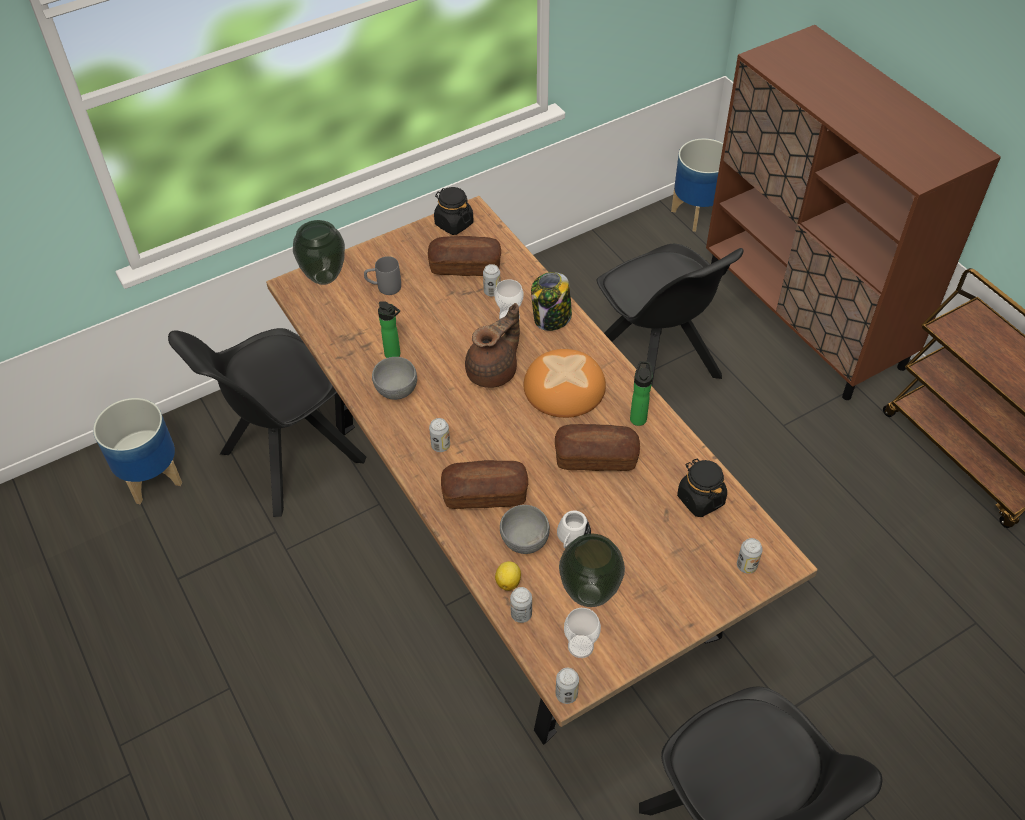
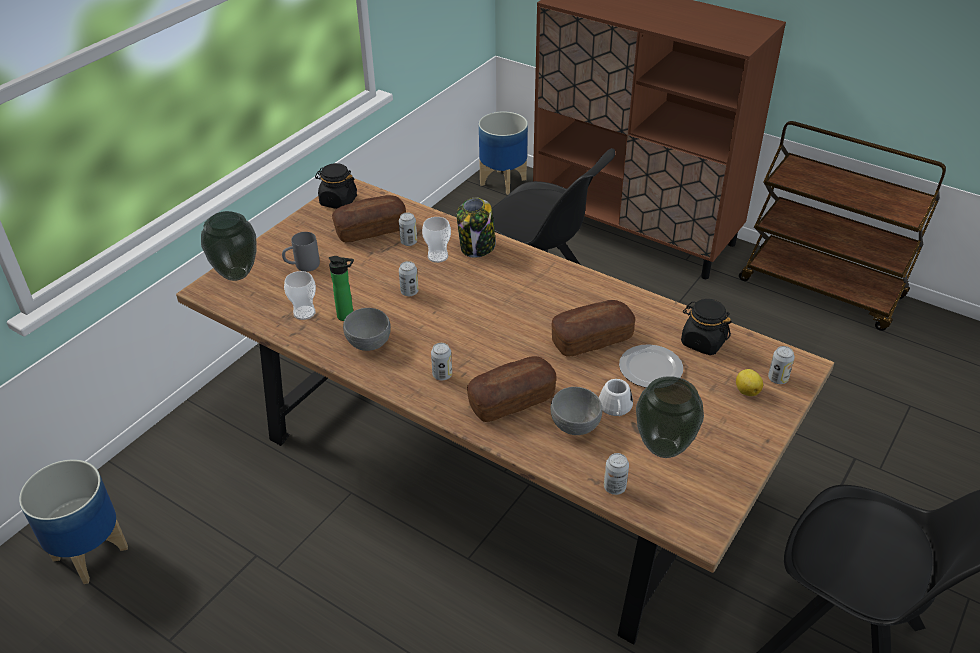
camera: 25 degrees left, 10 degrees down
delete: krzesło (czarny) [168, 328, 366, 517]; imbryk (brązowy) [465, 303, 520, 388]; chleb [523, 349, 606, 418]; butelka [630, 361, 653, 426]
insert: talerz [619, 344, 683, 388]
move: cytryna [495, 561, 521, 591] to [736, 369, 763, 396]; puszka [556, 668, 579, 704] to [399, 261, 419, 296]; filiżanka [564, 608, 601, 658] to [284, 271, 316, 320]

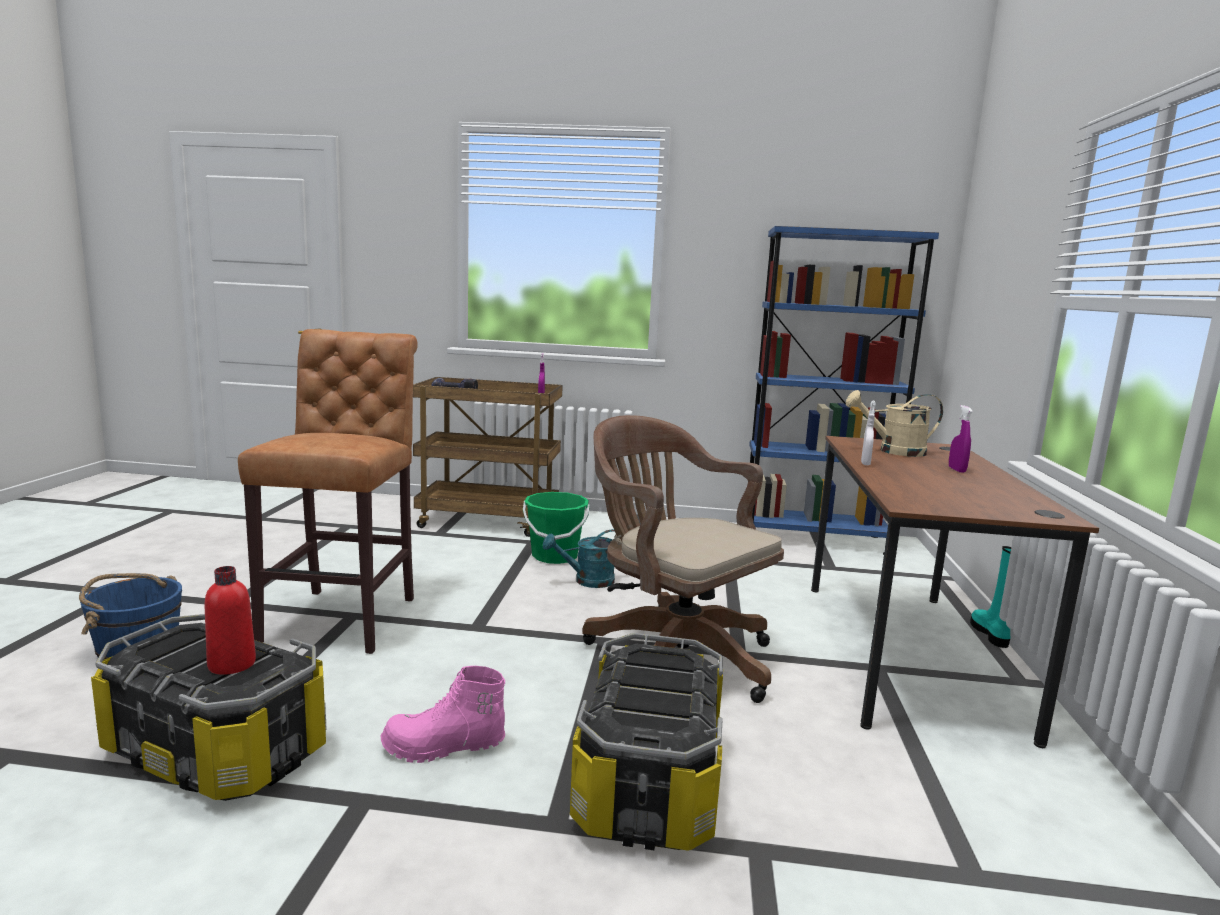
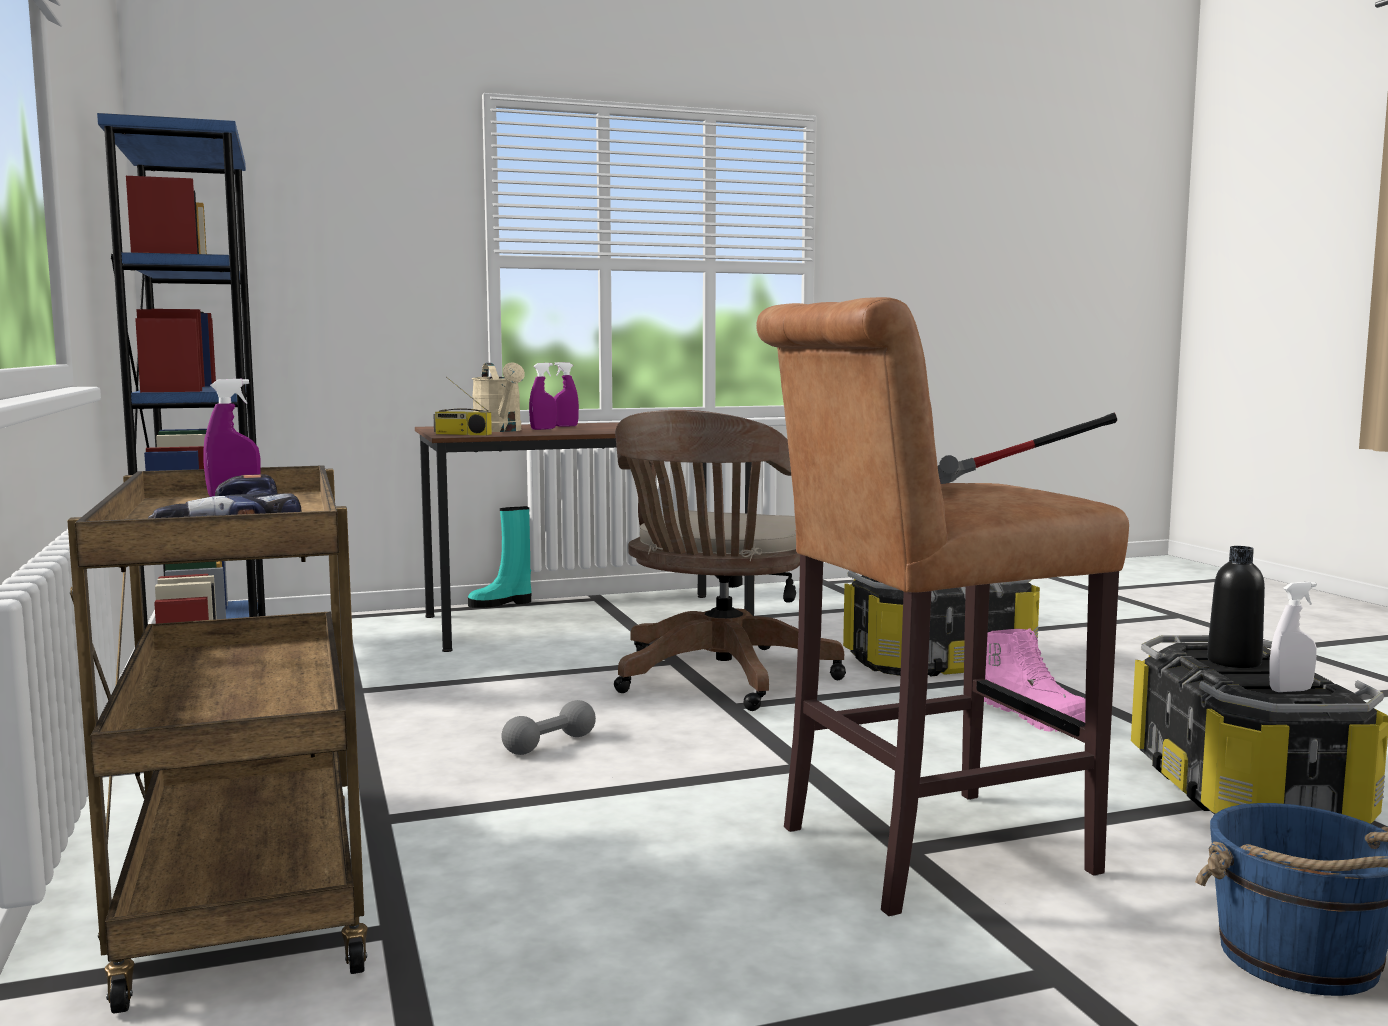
camera: 115 degrees left, 5 degrees down
delete: wiadro (zielony) [523, 492, 590, 564]
insert: radio [433, 377, 492, 436]; spryskiwacz (fioletowy) [529, 363, 557, 430]; młotek [938, 413, 1117, 484]
move: spryskiwacz (biały) [861, 400, 876, 465] to [1269, 582, 1317, 692]
replace: konewka (turkusowy) [543, 529, 615, 588] to hantel (szary) [501, 700, 596, 755]
recolor: butelka (czerwony) [204, 566, 256, 675] to butelka (czarny) [1207, 546, 1265, 668]

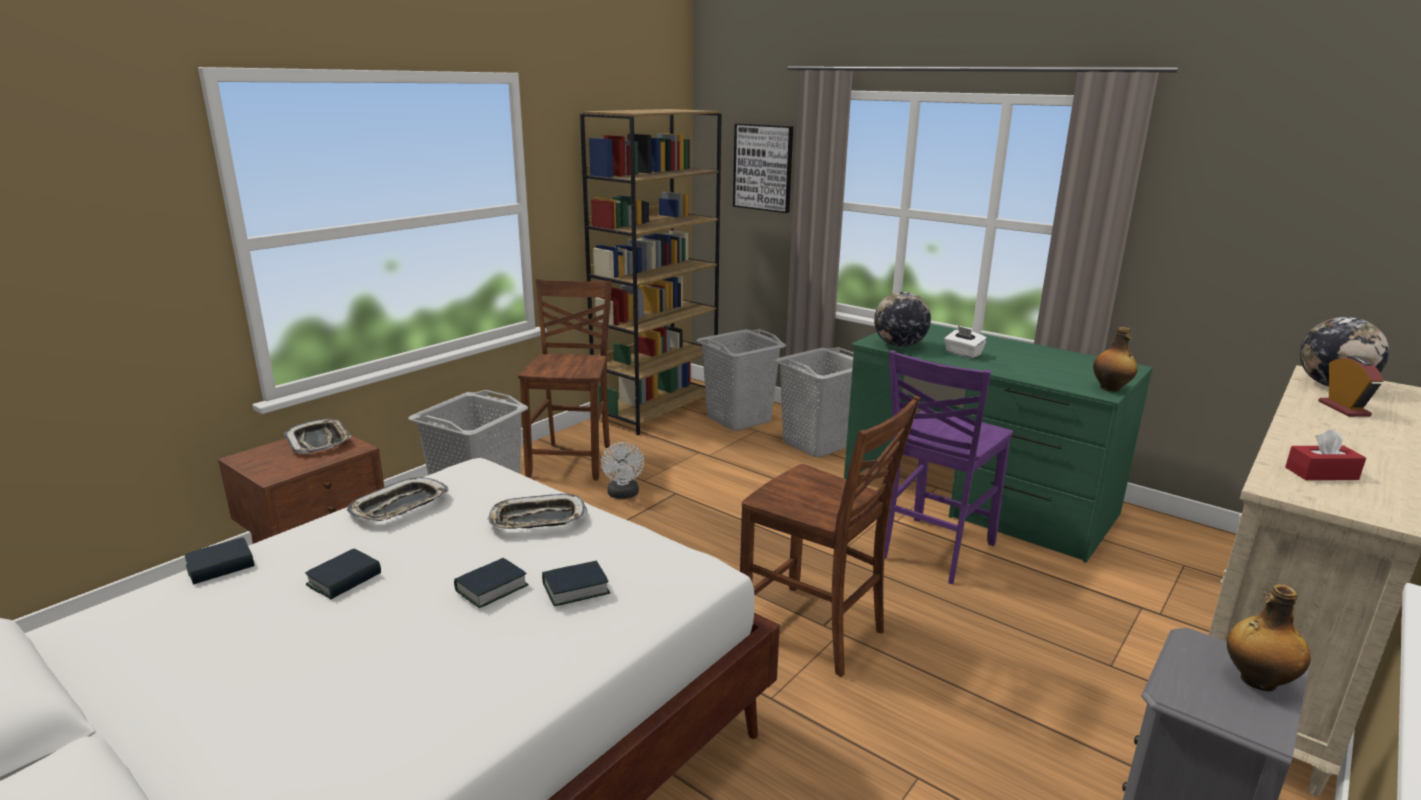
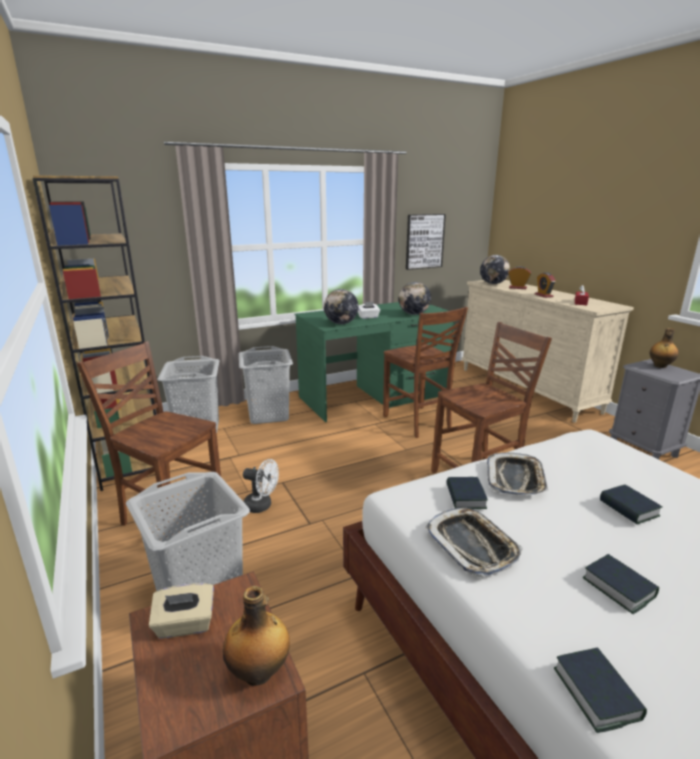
camera: 65 degrees left, 0 degrees up
insert: globus [399, 282, 431, 315]; budzik [535, 272, 556, 298]
move: książka [542, 560, 610, 606] to [447, 477, 488, 509]; obraz [733, 124, 793, 213] to [406, 214, 446, 270]; butelka [1093, 327, 1138, 392] to [223, 586, 290, 686]
replace: taca [285, 418, 352, 454] to pudełko chusteczek (beżowy) [149, 583, 214, 639]
recolor: krzesło (fioletowy) [884, 350, 1013, 584] to krzesło (brązowy) [383, 307, 468, 438]

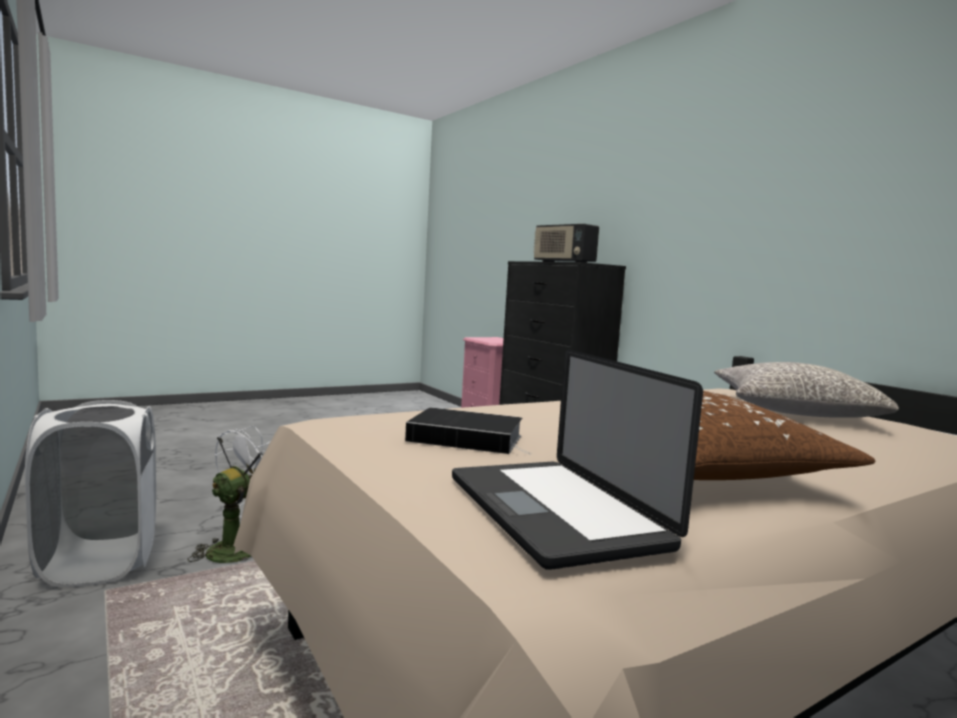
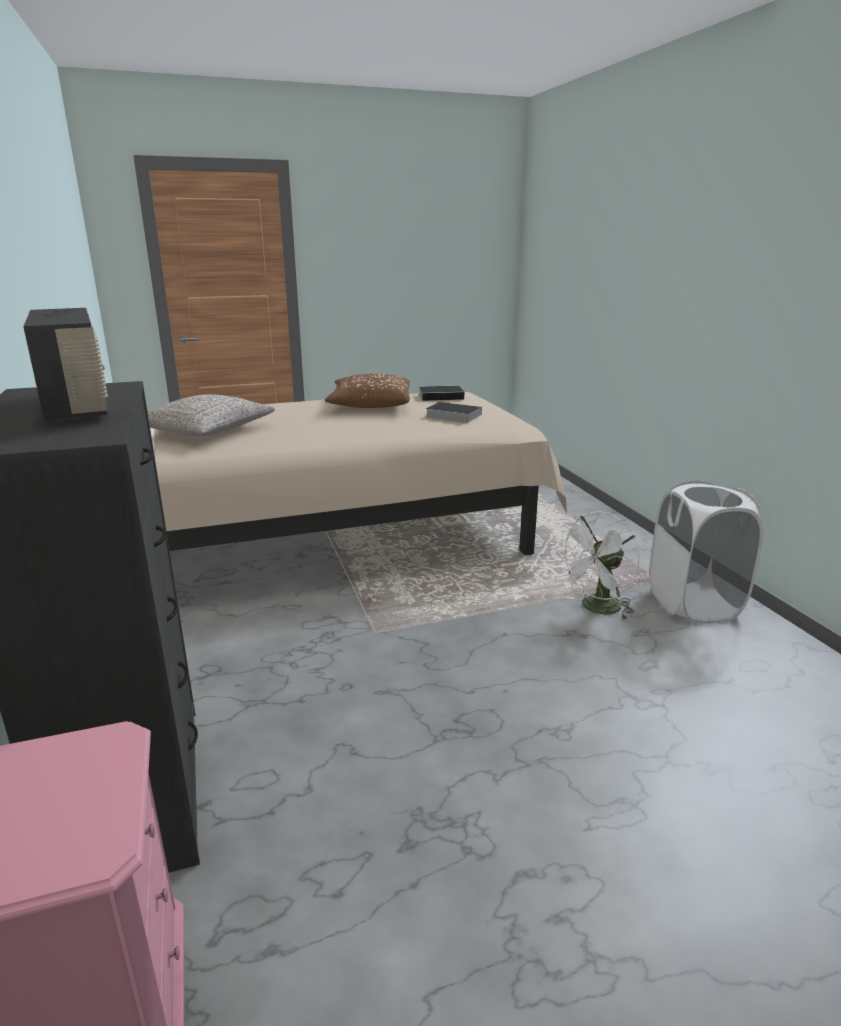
camera: 165 degrees left, 15 degrees up
replace: laptop [452, 349, 703, 570] to książka [419, 386, 469, 401]

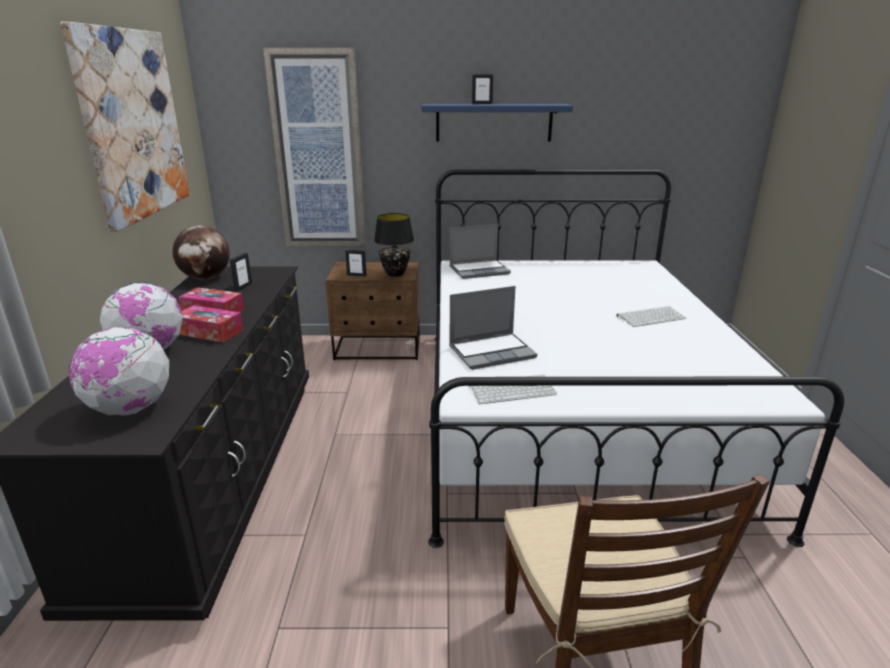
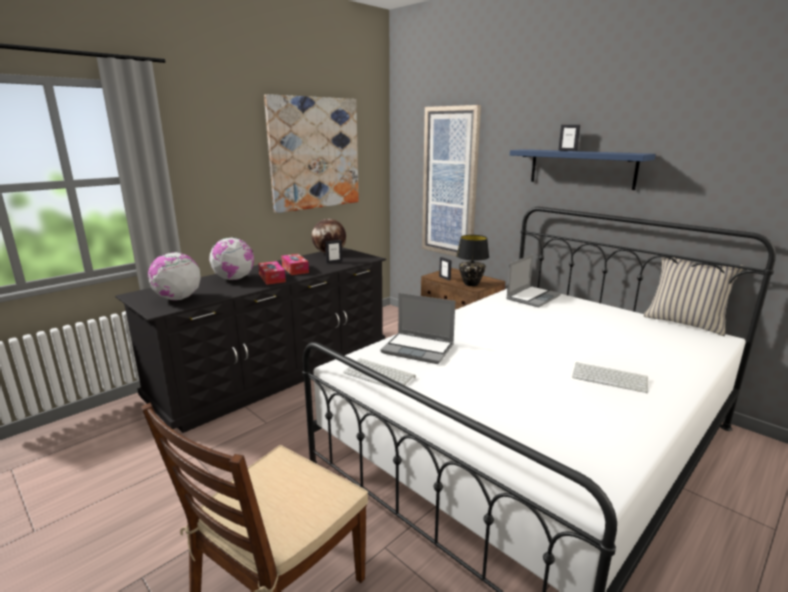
camera: 45 degrees right, 5 degrees down
insert: poduszka (beżowy) [643, 257, 744, 336]
rotate: laptop [449, 224, 511, 279] = [506, 254, 561, 308] 75 degrees counterclockwise

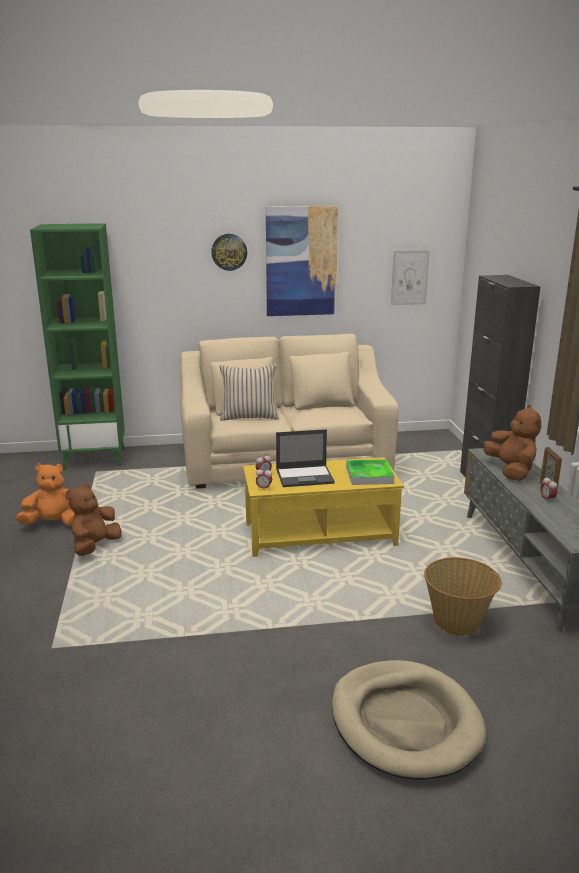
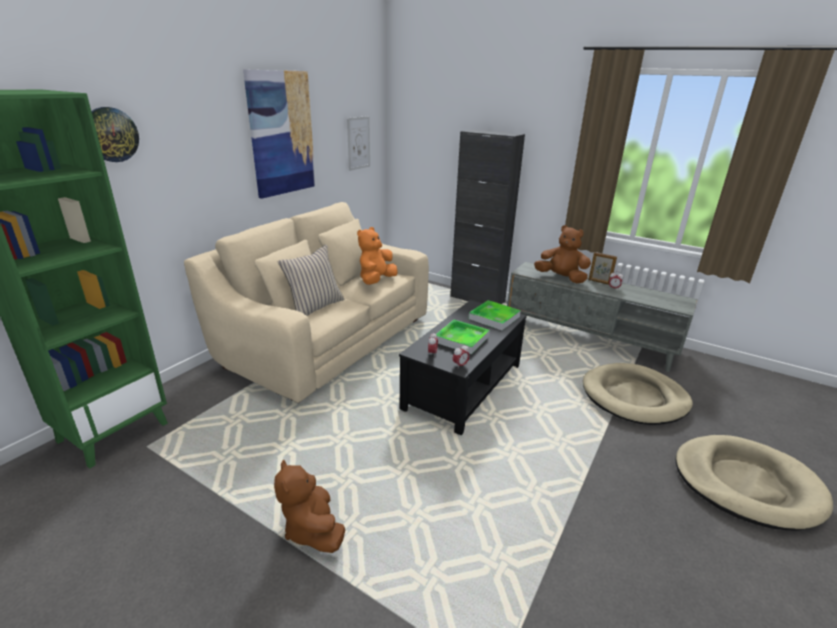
camera: 50 degrees left, 5 degrees up
move: pluszak (pomarańczowy) [16, 463, 75, 526] to [357, 227, 398, 285]; zegar ścienny [211, 234, 247, 271] to [91, 107, 139, 162]
replace: laptop [276, 429, 335, 487] to taca [436, 320, 490, 354]; koszyk [424, 557, 502, 636] to legowisko (beżowy) [583, 363, 693, 425]
recolor: ława (żółty) [243, 457, 404, 557] to ława (czarny) [399, 300, 527, 435]

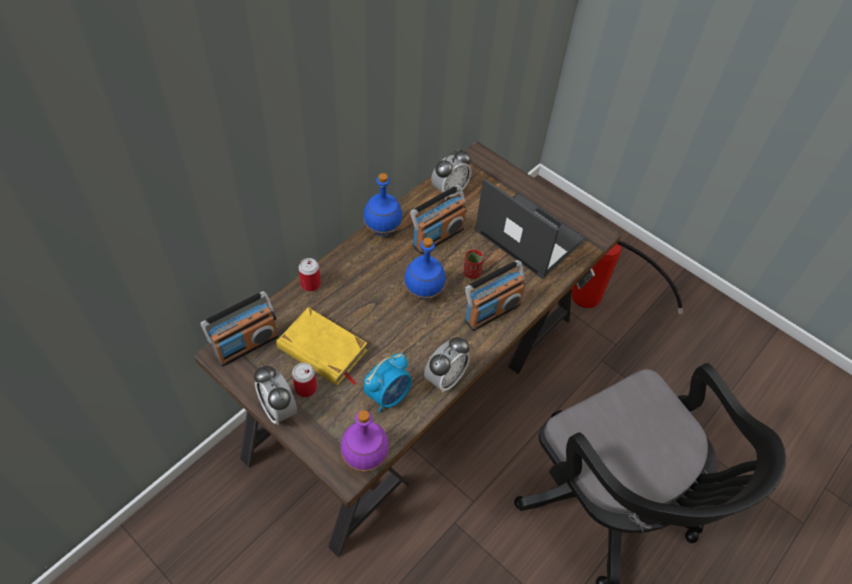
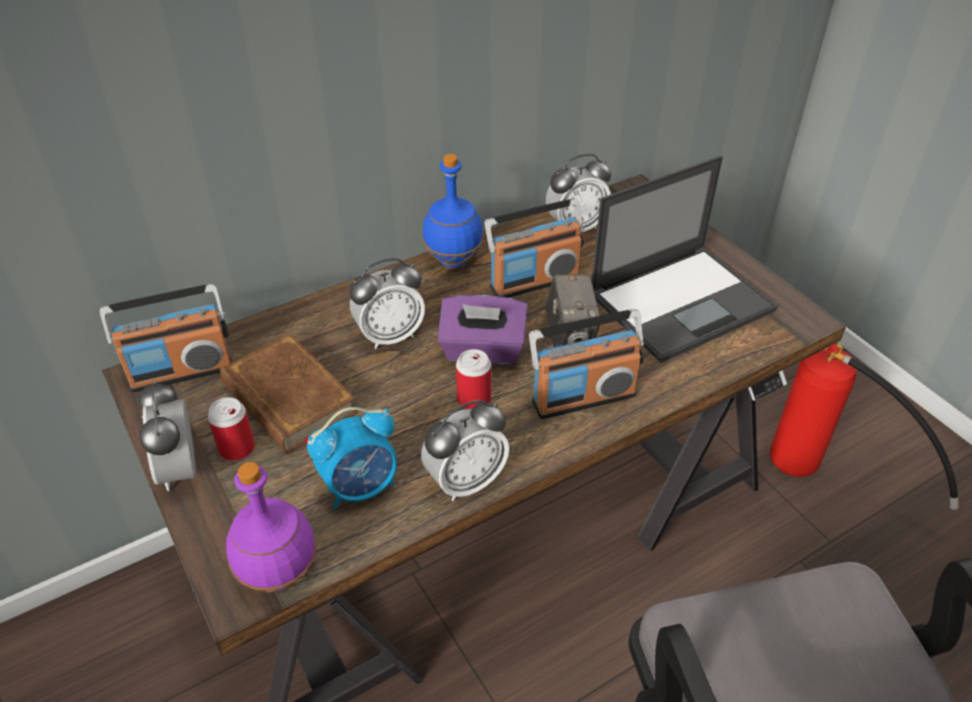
camera: 20 degrees right, 10 degrees down
insert: budzik [349, 258, 425, 349]
move: puszka [299, 258, 321, 292] to [456, 349, 491, 409]
replace: butelka (niebieski) [404, 238, 446, 300] to pudełko chusteczek (fioletowy) [438, 295, 527, 364]; filiżanka (czerwony) [463, 250, 484, 279] to aparat fotograficzny [545, 274, 600, 347]
recolor: książka (żółty) [276, 307, 367, 385] to książka (brązowy) [220, 334, 358, 454]
rotate: laptop [475, 178, 586, 279] = [592, 156, 777, 363] 90 degrees clockwise

